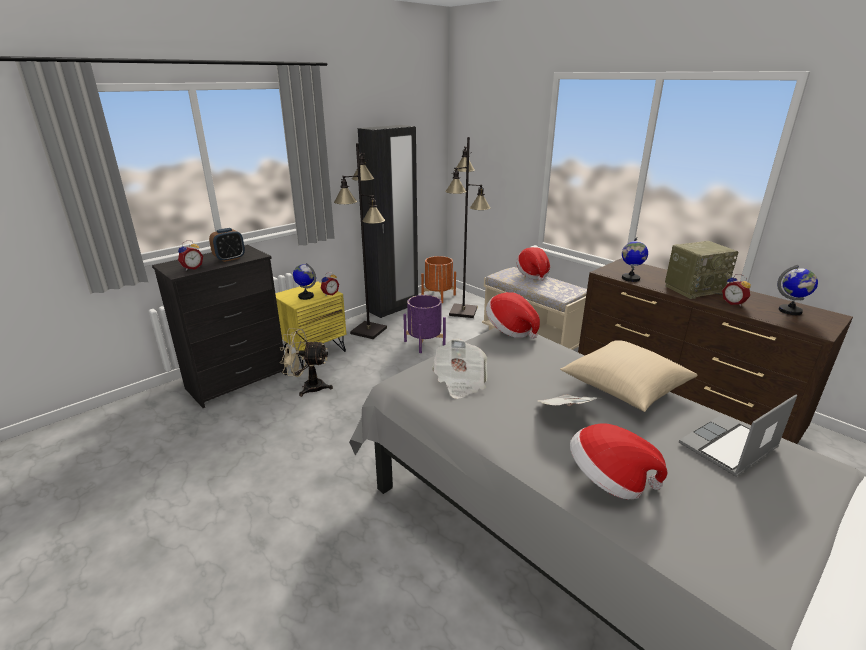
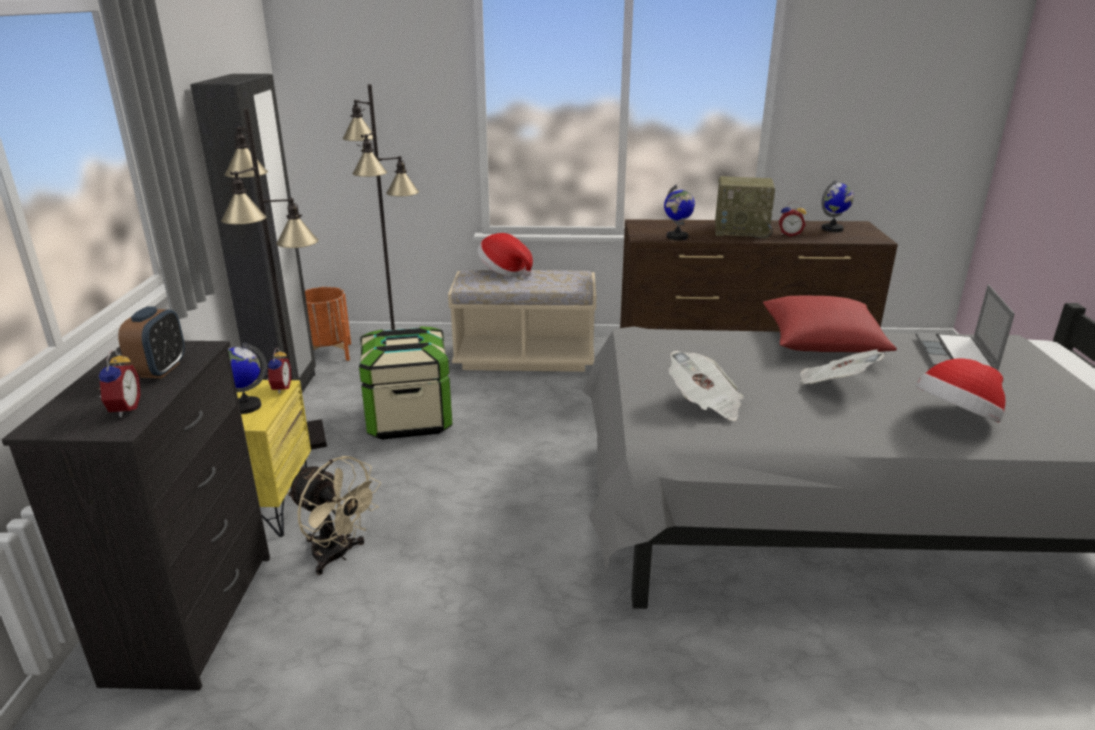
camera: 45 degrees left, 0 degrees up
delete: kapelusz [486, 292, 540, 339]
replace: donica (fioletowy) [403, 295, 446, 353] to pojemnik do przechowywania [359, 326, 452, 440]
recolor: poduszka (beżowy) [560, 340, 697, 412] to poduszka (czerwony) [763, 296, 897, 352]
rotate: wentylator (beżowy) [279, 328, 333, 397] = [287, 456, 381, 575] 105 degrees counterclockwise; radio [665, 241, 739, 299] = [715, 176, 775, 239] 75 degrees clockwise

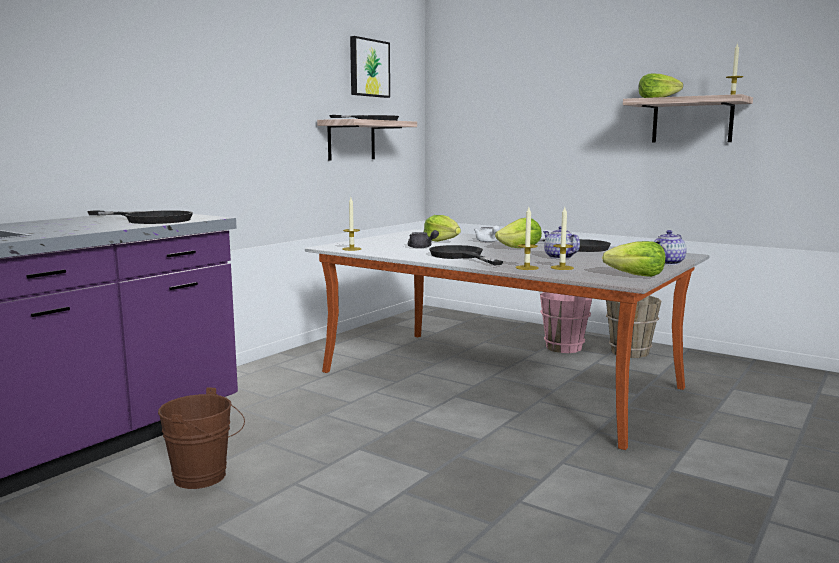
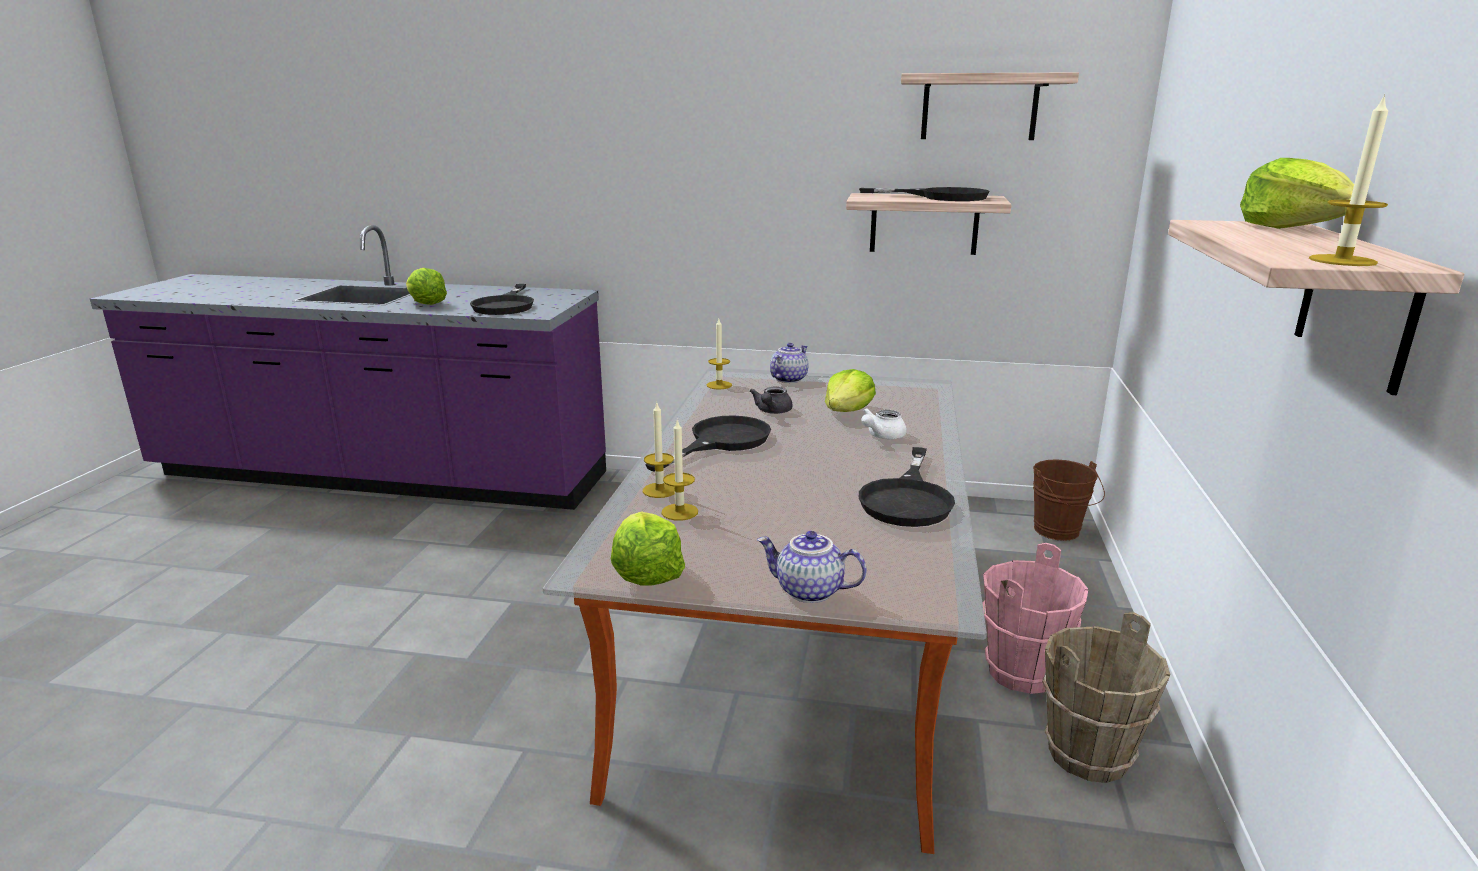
camera: 65 degrees right, 10 degrees up
move: wiadro (brązowy) [158, 387, 245, 489] to [1033, 459, 1105, 541]; sałata [495, 218, 542, 248] to [406, 268, 447, 305]; imbryk [543, 226, 580, 259] to [770, 343, 809, 383]
replace: obraz [350, 36, 390, 98] to półka [901, 72, 1079, 140]

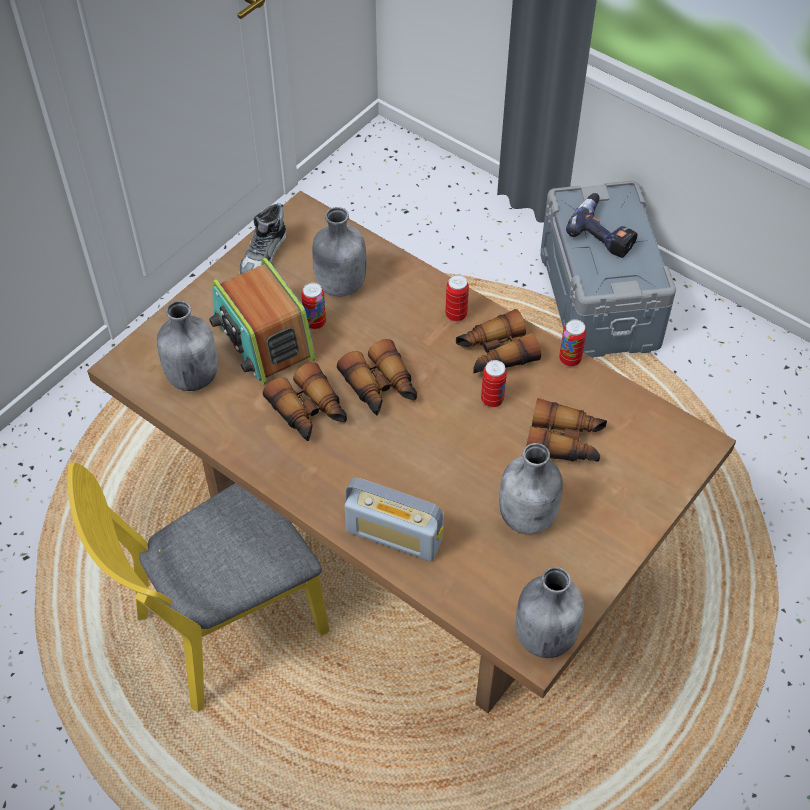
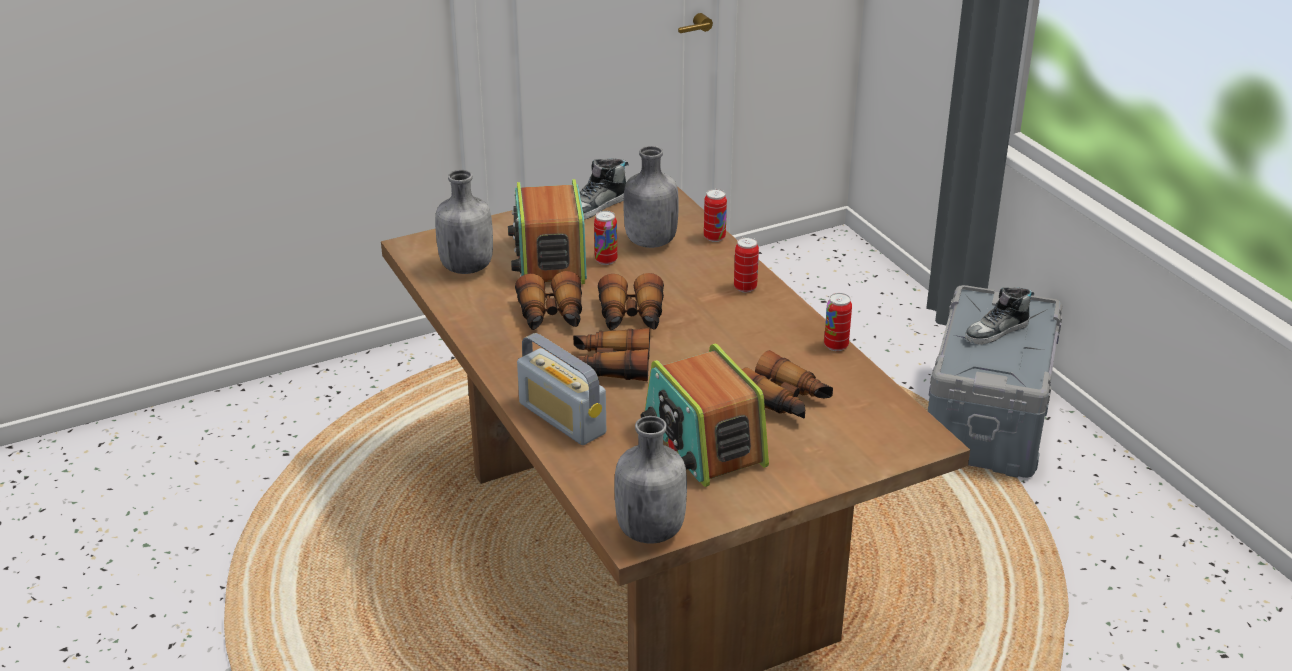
camera: 25 degrees right, 20 degrees down
delete: krzesło (żółty) [67, 462, 330, 713]
move: lornetka [456, 309, 541, 373] to [571, 328, 650, 381]; puszka [481, 360, 507, 407] to [704, 189, 727, 242]
replace: butelka (szary) [499, 443, 563, 534] to radio [641, 343, 769, 487]; wiertarka [566, 193, 637, 258] to but [965, 287, 1034, 345]

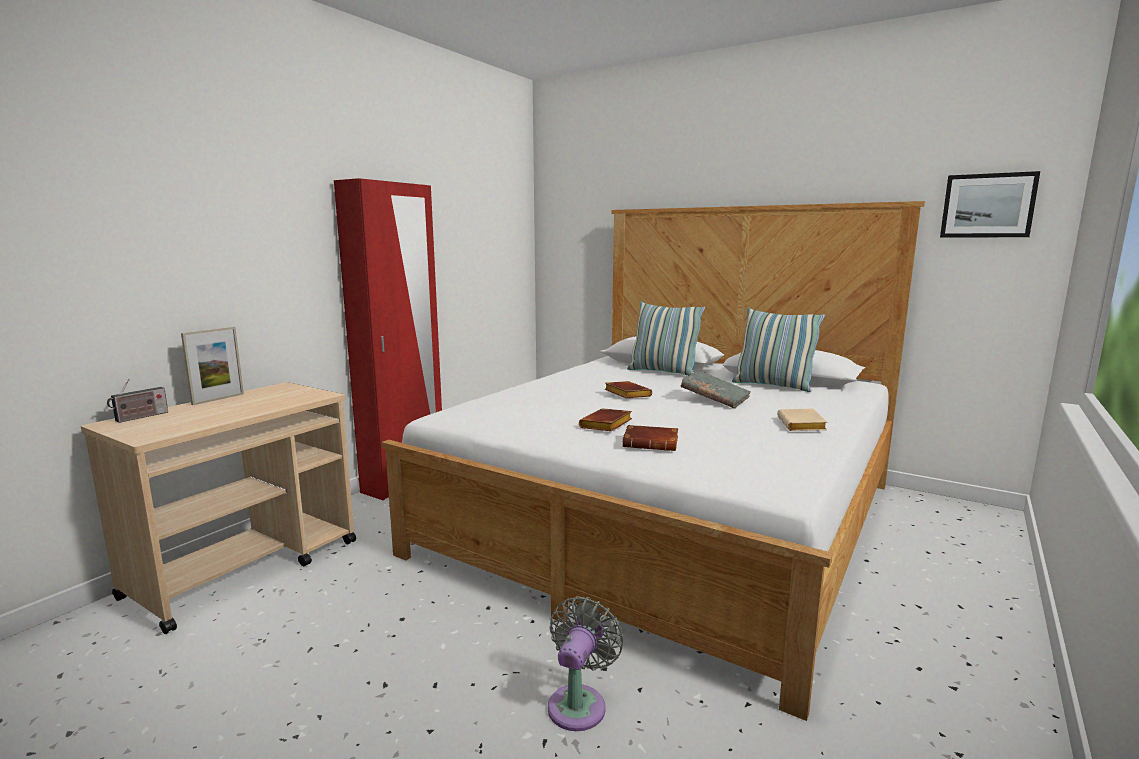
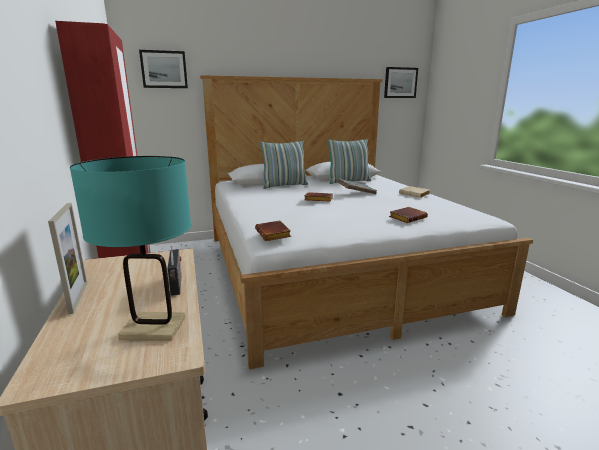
camera: 50 degrees left, 5 degrees up
delete: wentylator (szary) [548, 596, 624, 731]
insert: lampa stołowa (turkusowy) [70, 156, 191, 341]; obraz [139, 50, 188, 88]
move: radio [107, 379, 168, 423] to [167, 246, 182, 296]; książka (brązowy) [579, 408, 632, 431] to [255, 220, 291, 241]

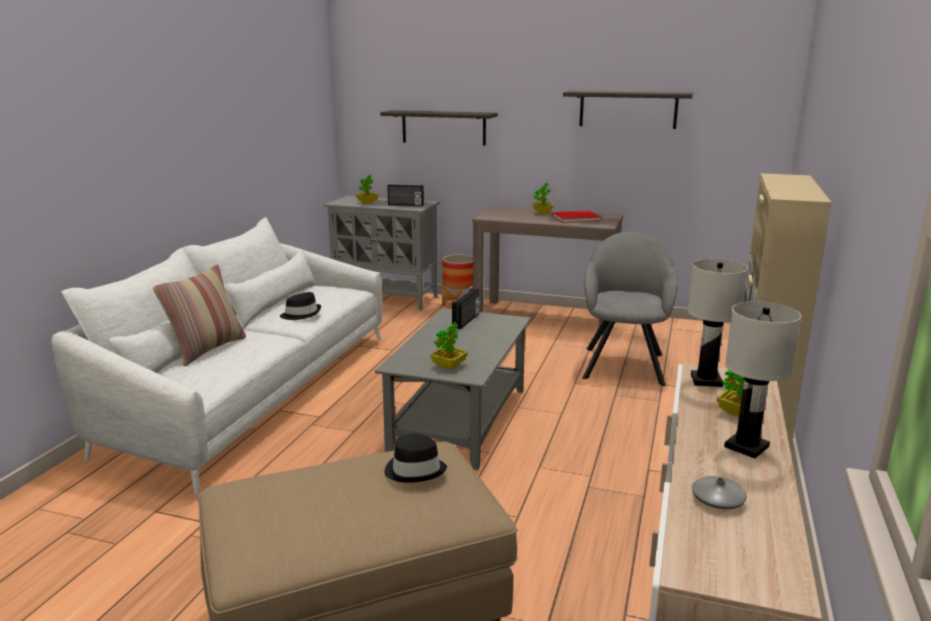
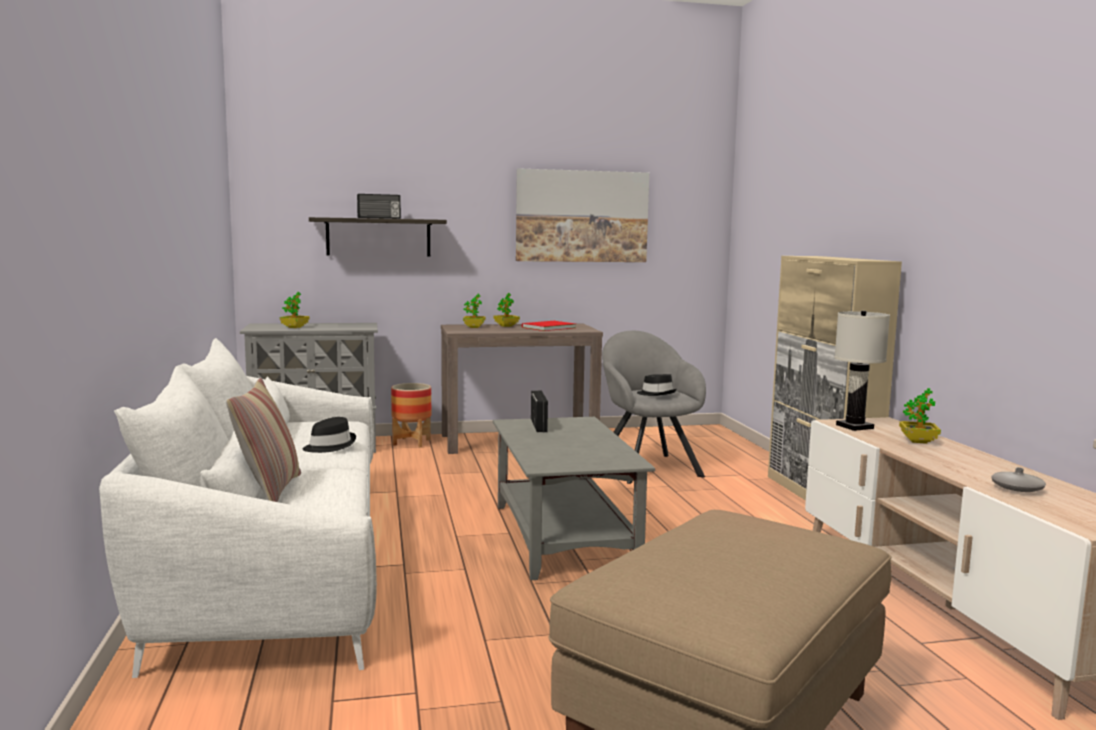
camera: 30 degrees left, 10 degrees down
delete: lampa stołowa (biały) [724, 301, 801, 458]
move: kapelusz (czarny) [384, 434, 447, 483] to [637, 374, 677, 396]; radio [387, 184, 424, 206] to [357, 194, 401, 219]; roślina doniczkowa [431, 322, 468, 369] to [463, 294, 486, 328]
replace: półka [563, 91, 693, 129] to obraz [516, 168, 649, 262]

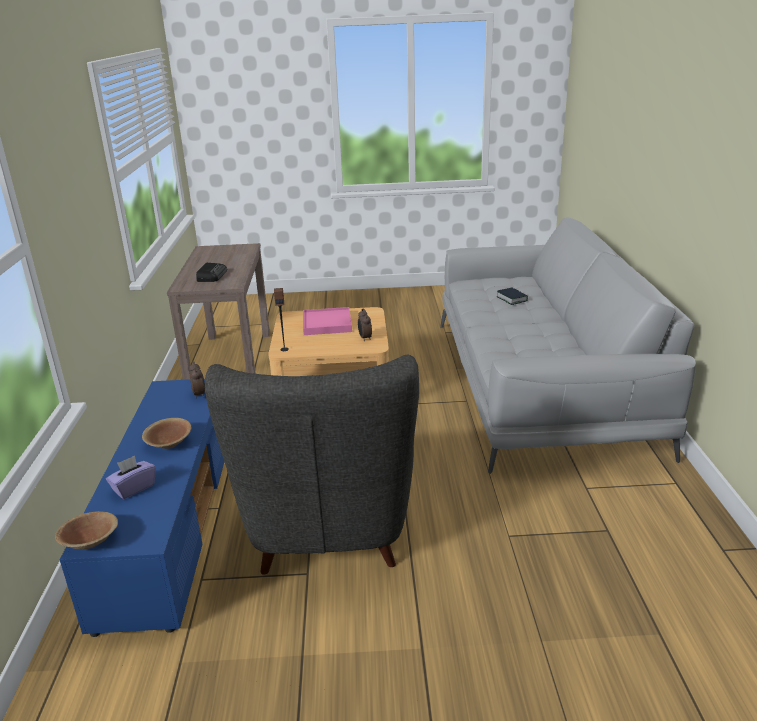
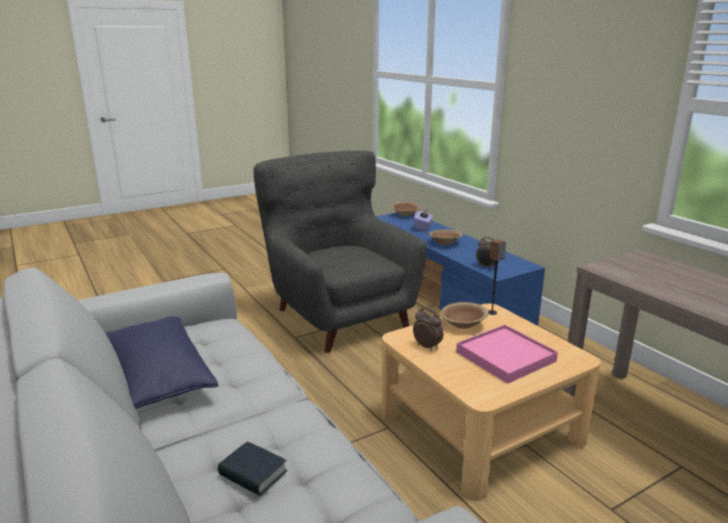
camera: 150 degrees right, 5 degrees down
delete: radio [196, 263, 227, 282]
insert: poduszka (niebieski) [106, 316, 218, 409]; miska (brązowy) [441, 302, 489, 329]

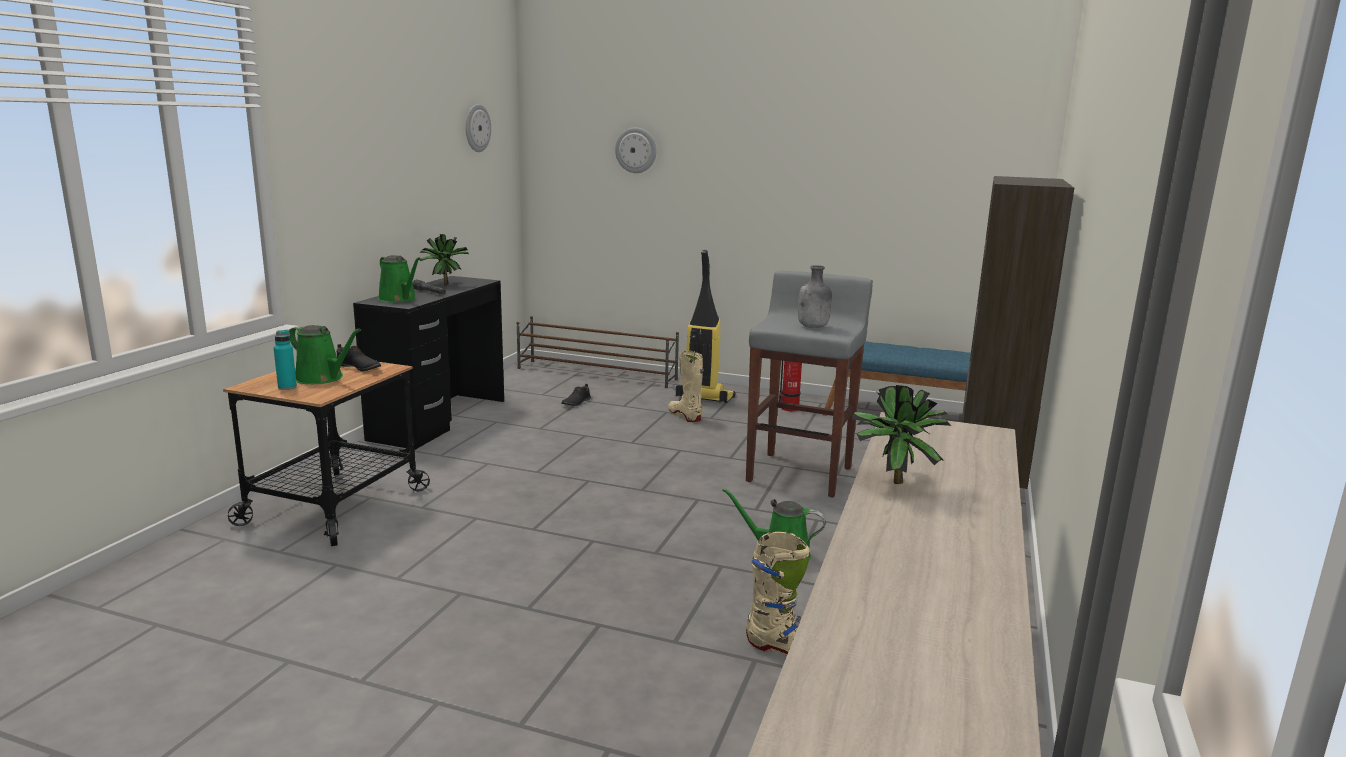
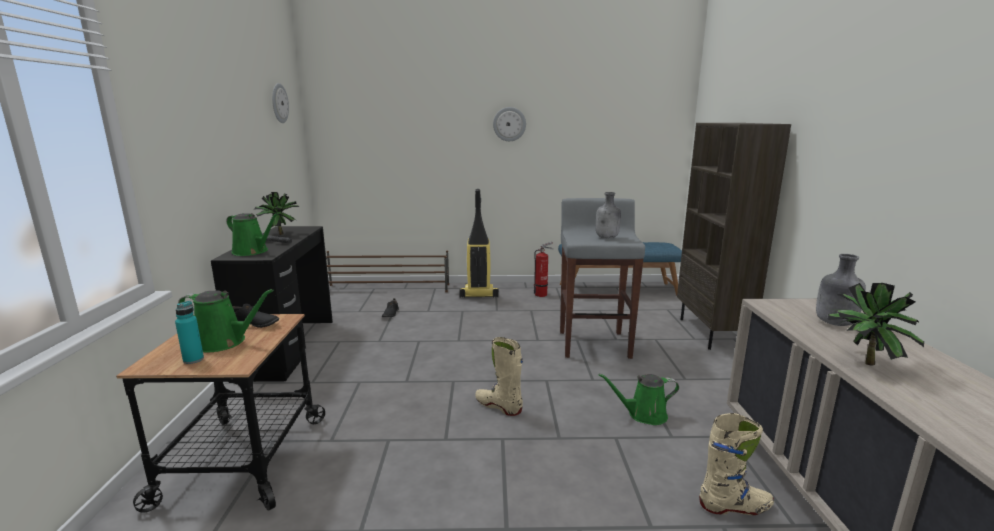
camera: 20 degrees left, 0 degrees up
insert: butelka (szary) [816, 254, 866, 326]
move: zegar ścienny [615, 127, 656, 173] to [493, 107, 526, 141]; but z cholewką (beżowy) [668, 351, 704, 422] to [475, 337, 523, 416]

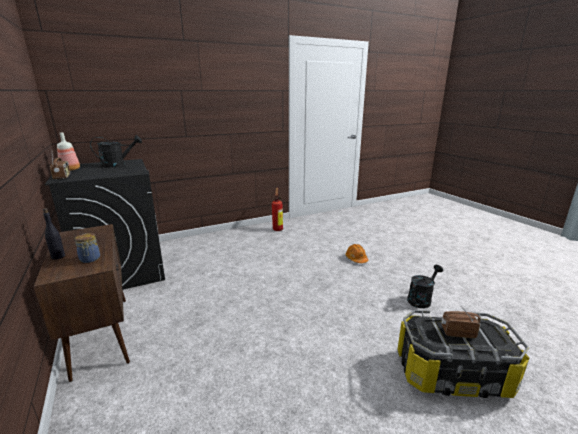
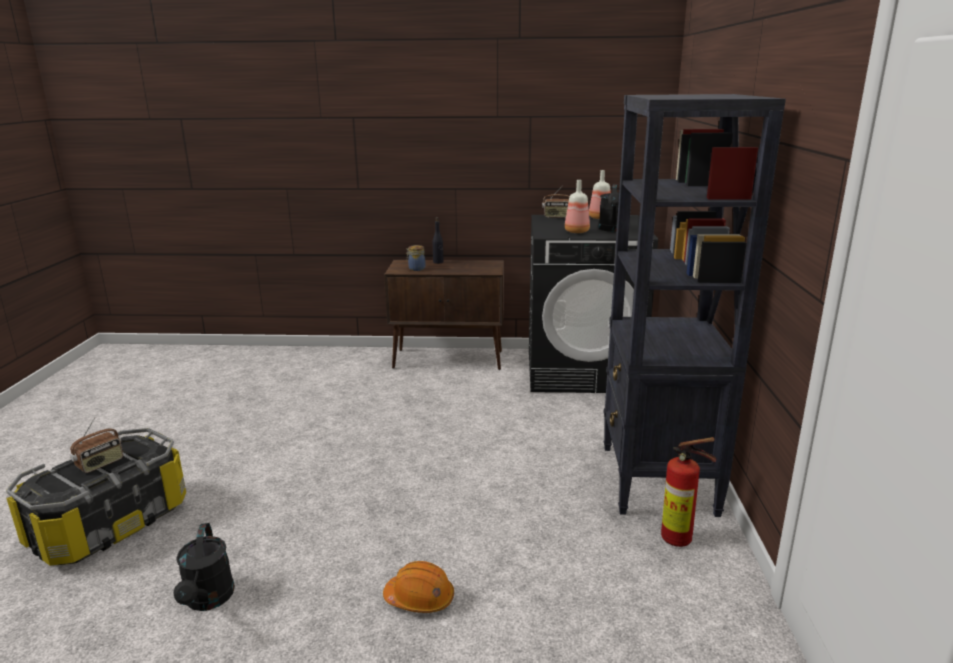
camera: 120 degrees right, 0 degrees up
insert: butelka [565, 180, 590, 233]; regał (czarny) [604, 94, 786, 517]

